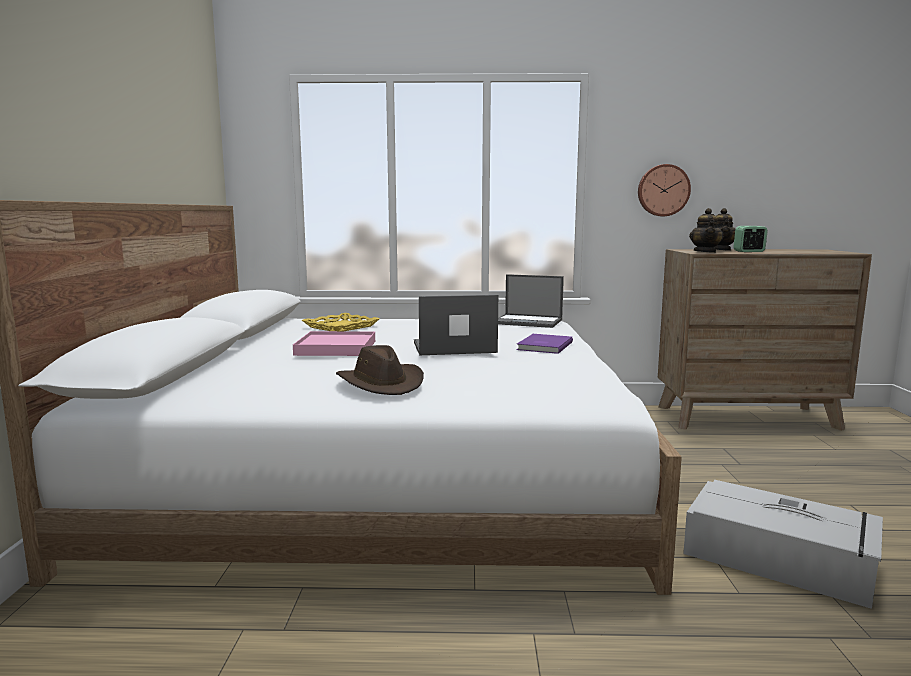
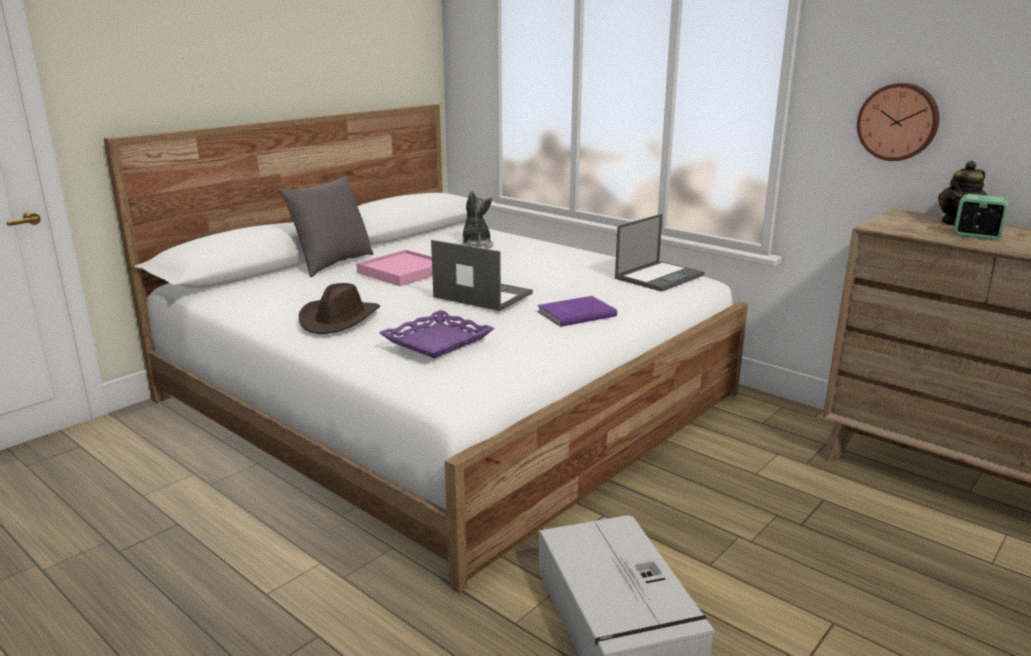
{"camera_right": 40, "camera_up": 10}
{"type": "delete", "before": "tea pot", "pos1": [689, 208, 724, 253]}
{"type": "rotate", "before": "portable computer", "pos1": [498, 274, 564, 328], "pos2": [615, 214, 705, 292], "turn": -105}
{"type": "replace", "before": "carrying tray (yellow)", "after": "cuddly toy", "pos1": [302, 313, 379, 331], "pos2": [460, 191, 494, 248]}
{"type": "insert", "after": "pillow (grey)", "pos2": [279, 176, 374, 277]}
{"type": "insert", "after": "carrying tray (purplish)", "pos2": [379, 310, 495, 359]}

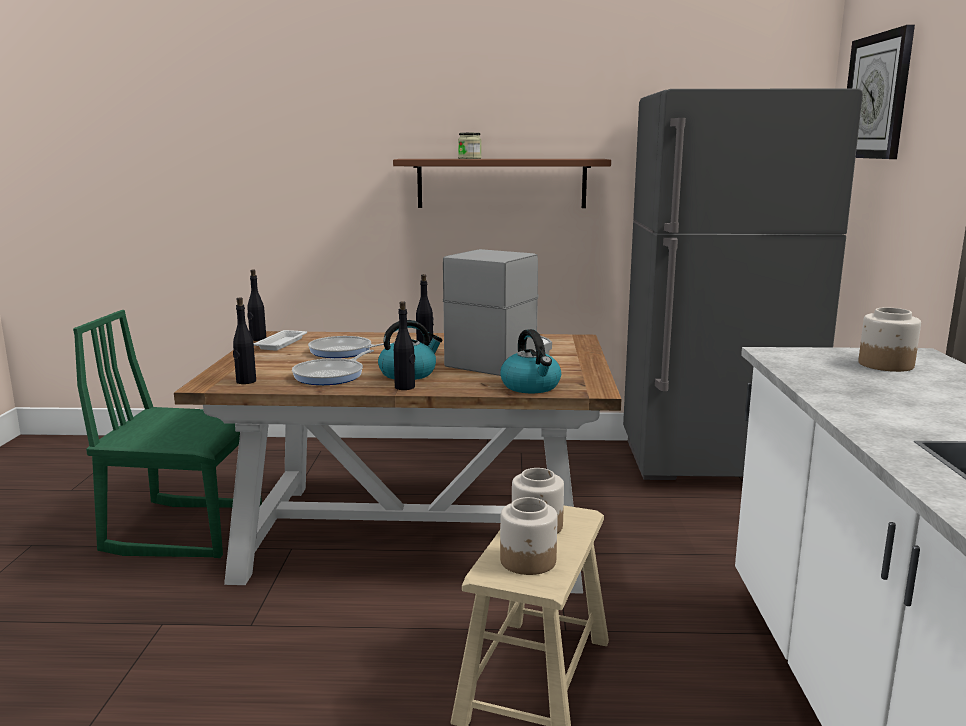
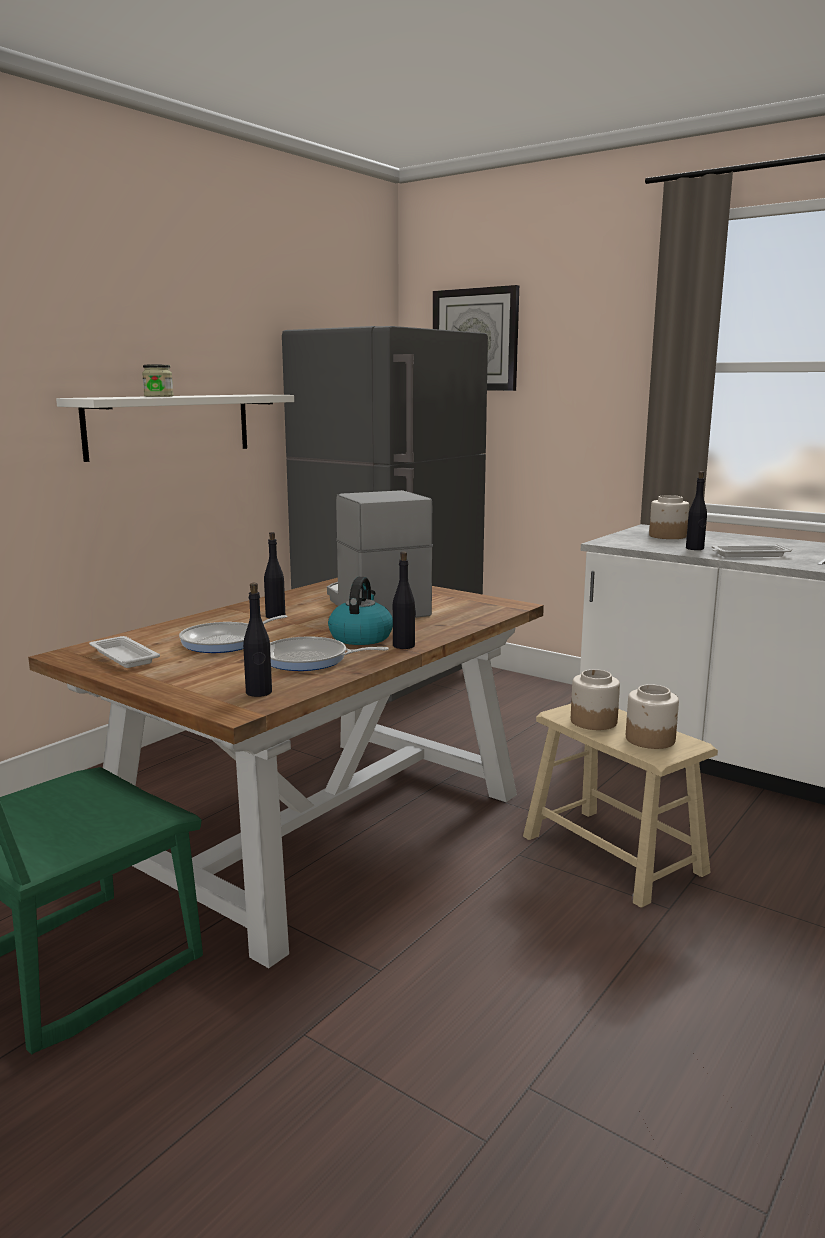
{"camera_right": -55, "camera_up": 0}
{"type": "recolor", "before": "bracket shelf (brownish)", "after": "bracket shelf (whitish)", "pos1": [393, 159, 611, 208], "pos2": [56, 394, 294, 462]}
{"type": "move", "before": "beverage bottle (black)", "pos1": [247, 269, 266, 341], "pos2": [686, 471, 707, 550]}
{"type": "delete", "before": "tea kettle", "pos1": [500, 329, 561, 393]}
{"type": "rotate", "before": "pan", "pos1": [292, 350, 374, 385], "pos2": [270, 637, 389, 671], "turn": 120}
{"type": "insert", "after": "carrying tray (whitish)", "pos2": [712, 544, 792, 557]}

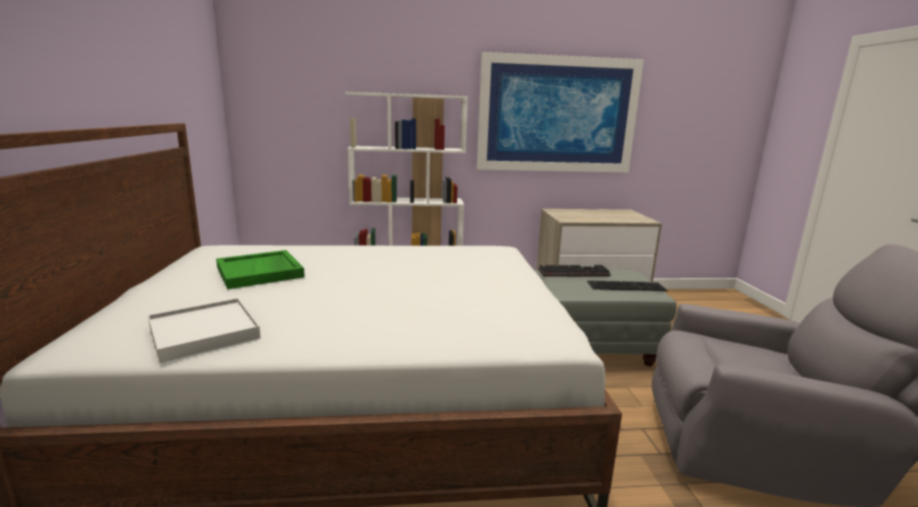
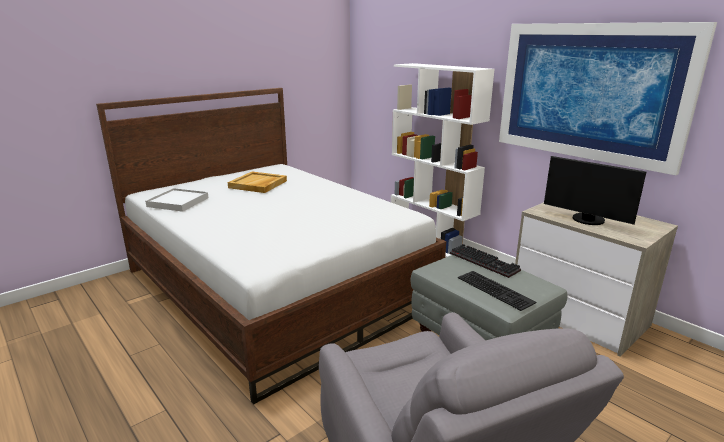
{"camera_right": 55, "camera_up": 5}
{"type": "recolor", "before": "carrying tray (green)", "after": "carrying tray (beige-coloured)", "pos1": [216, 250, 305, 289], "pos2": [228, 172, 287, 193]}
{"type": "insert", "after": "computer display", "pos2": [544, 156, 646, 225]}

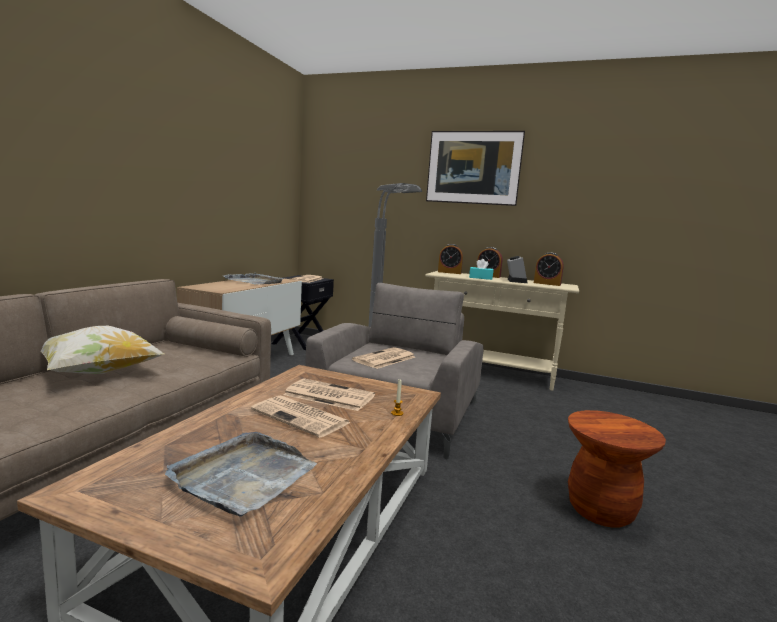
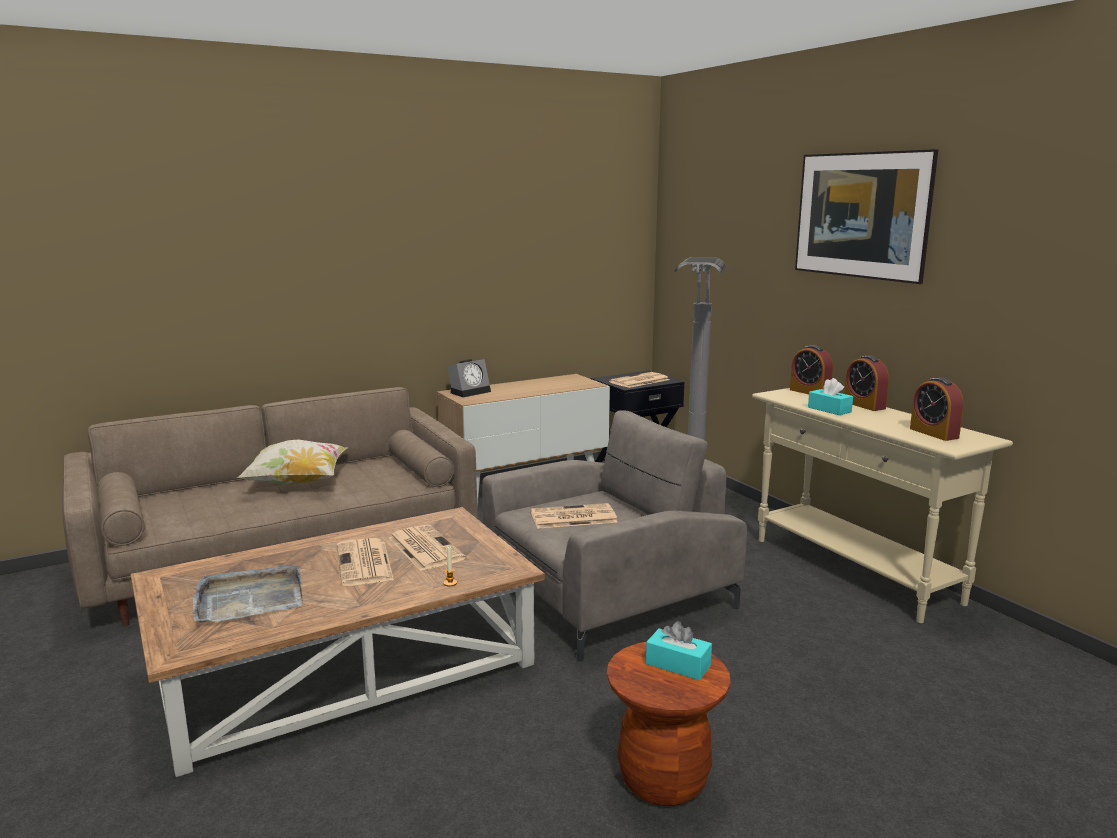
{"camera_right": 40, "camera_up": 5}
{"type": "move", "before": "table clock", "pos1": [507, 256, 527, 283], "pos2": [447, 359, 491, 397]}
{"type": "delete", "before": "carrying tray (grey)", "pos1": [223, 272, 283, 284]}
{"type": "insert", "after": "box of tissues (turquoise-coloured)", "pos2": [646, 621, 712, 680]}

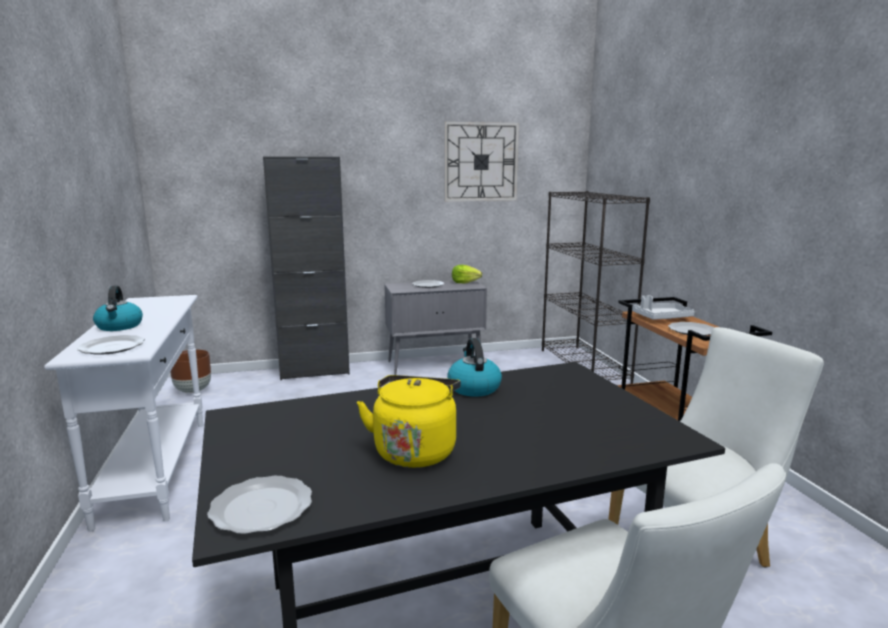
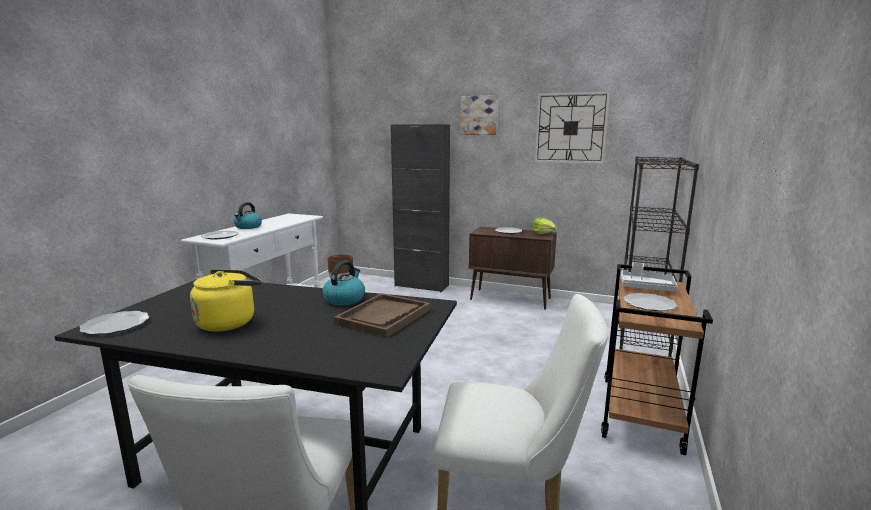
{"camera_right": 35, "camera_up": 0}
{"type": "recolor", "before": "storage cabinet (grey)", "after": "storage cabinet (brownish)", "pos1": [384, 281, 487, 375], "pos2": [469, 227, 557, 310]}
{"type": "insert", "after": "wall art", "pos2": [460, 95, 498, 135]}
{"type": "insert", "after": "carrying tray (brownish)", "pos2": [334, 293, 430, 338]}

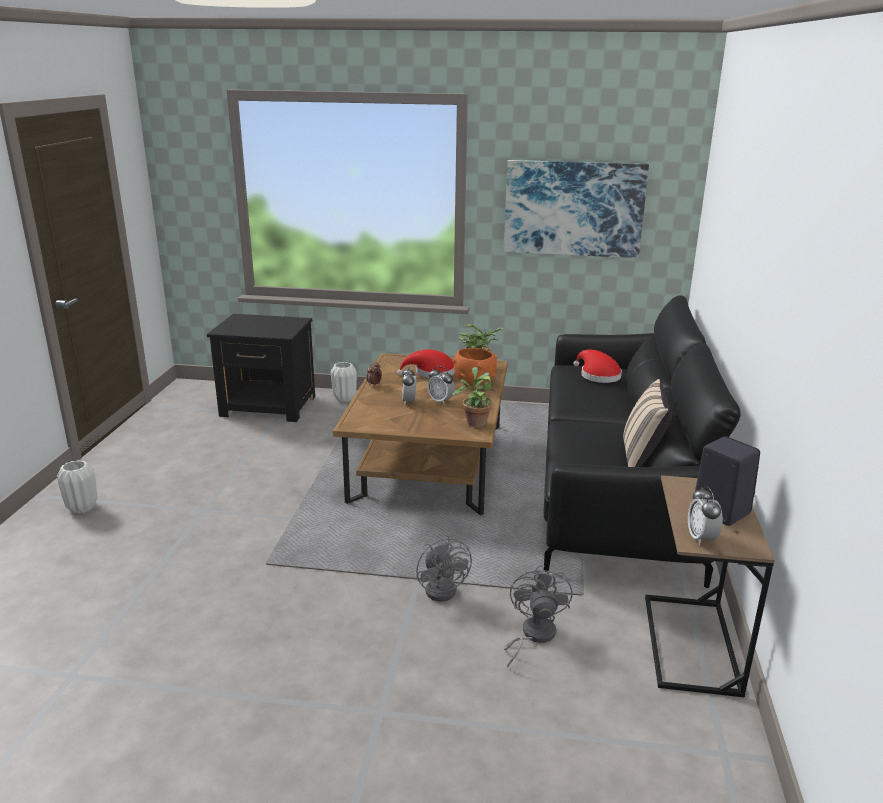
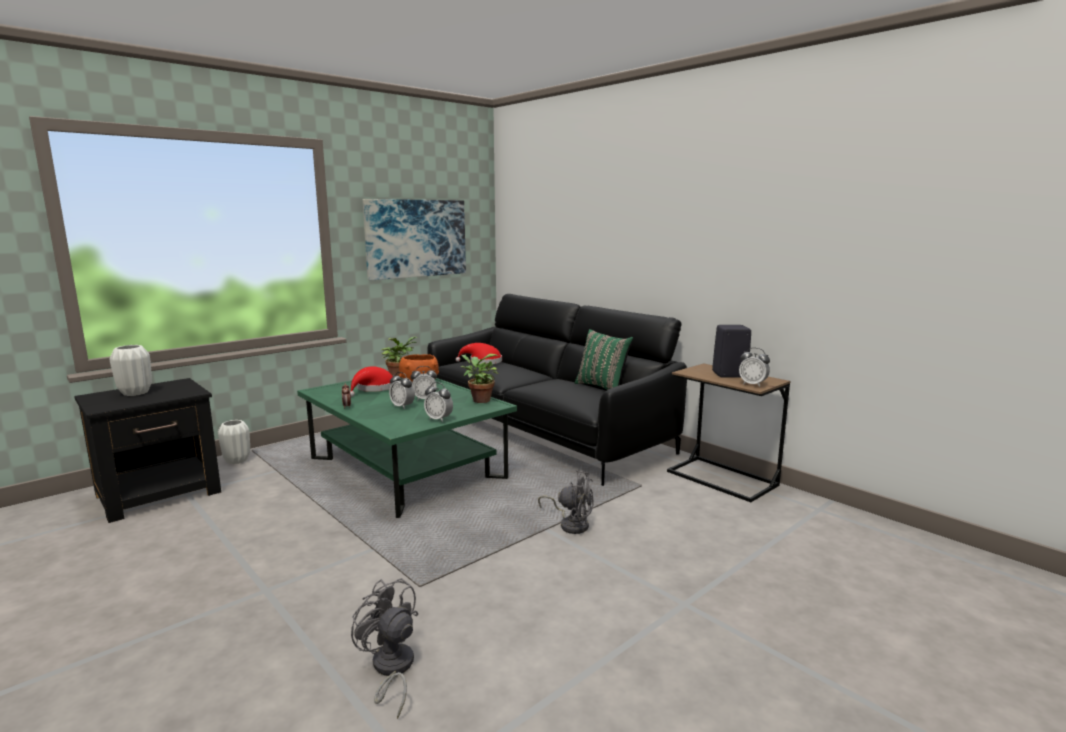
{"camera_right": -50, "camera_up": -10}
{"type": "recolor", "before": "coffee table (brownish)", "after": "coffee table (green)", "pos1": [333, 353, 508, 515], "pos2": [297, 378, 517, 518]}
{"type": "recolor", "before": "pillow (beige-coloured)", "after": "pillow (green)", "pos1": [623, 379, 672, 467], "pos2": [575, 329, 633, 390]}
{"type": "move", "before": "vase (whitish)", "pos1": [57, 460, 97, 514], "pos2": [109, 345, 152, 396]}
{"type": "move", "before": "cooling fan (grey)", "pos1": [504, 565, 573, 667], "pos2": [351, 578, 418, 719]}
{"type": "insert", "after": "table clock", "pos2": [424, 382, 453, 422]}

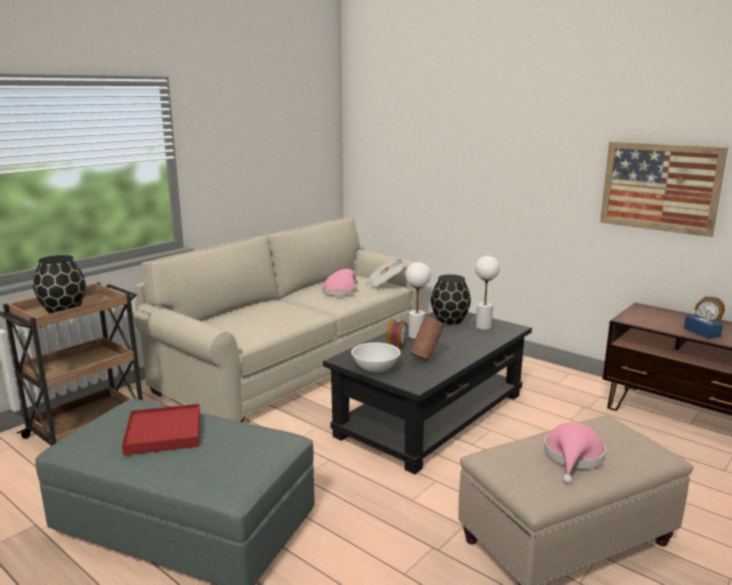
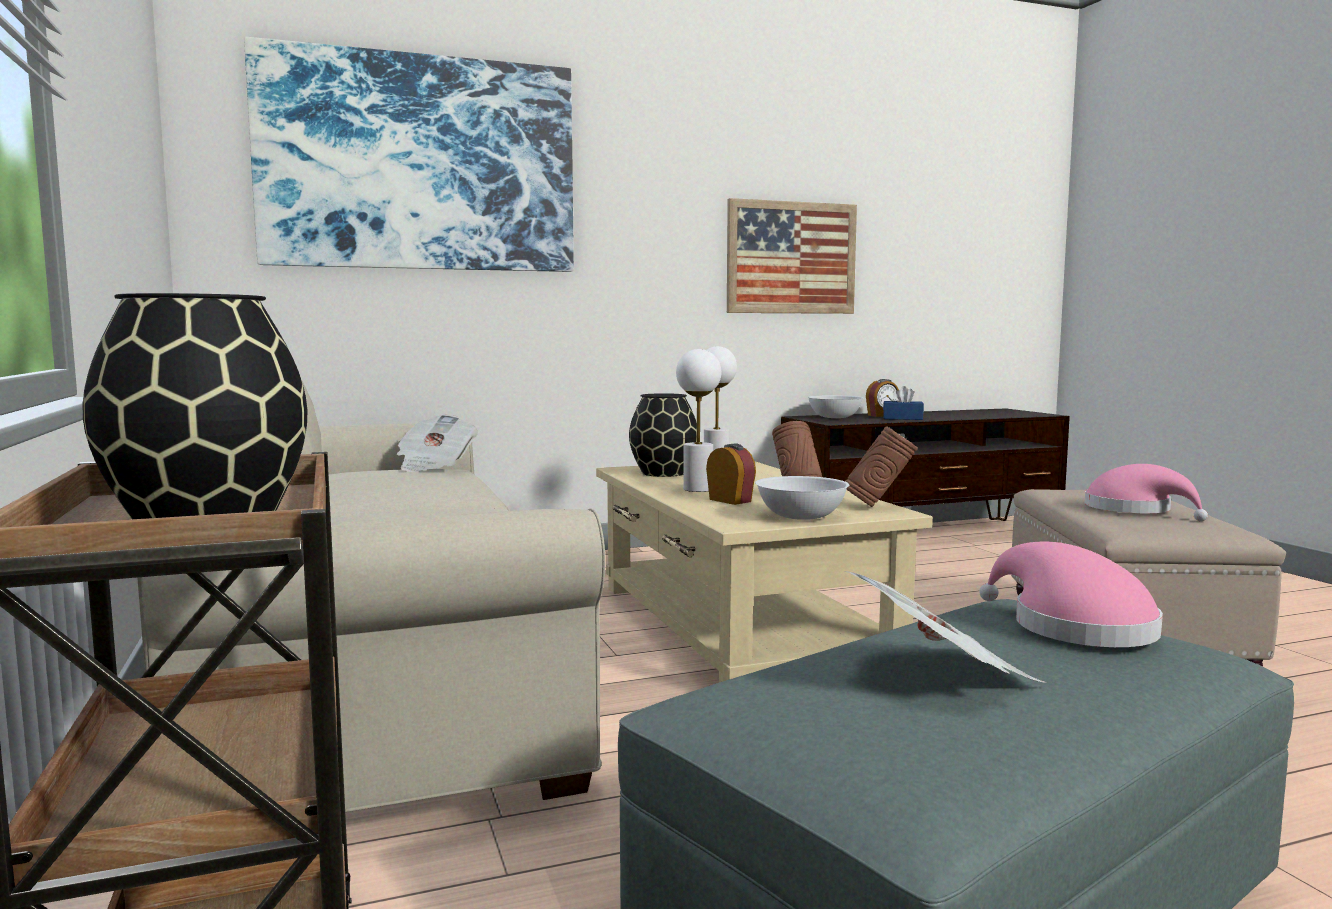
{"camera_right": -60, "camera_up": -10}
{"type": "move", "before": "hat (pinkish)", "pos1": [322, 269, 357, 296], "pos2": [979, 541, 1163, 647]}
{"type": "recolor", "before": "coffee table (black)", "after": "coffee table (beige-coloured)", "pos1": [323, 312, 532, 474], "pos2": [596, 461, 933, 682]}
{"type": "replace", "before": "carrying tray (reddish)", "after": "printed paper", "pos1": [122, 404, 200, 455], "pos2": [845, 571, 1046, 683]}
{"type": "insert", "after": "wall art", "pos2": [244, 37, 574, 272]}
{"type": "insert", "after": "deep dish (whitish)", "pos2": [808, 395, 864, 418]}
{"type": "insert", "after": "vase (brownish)", "pos2": [845, 427, 918, 507]}

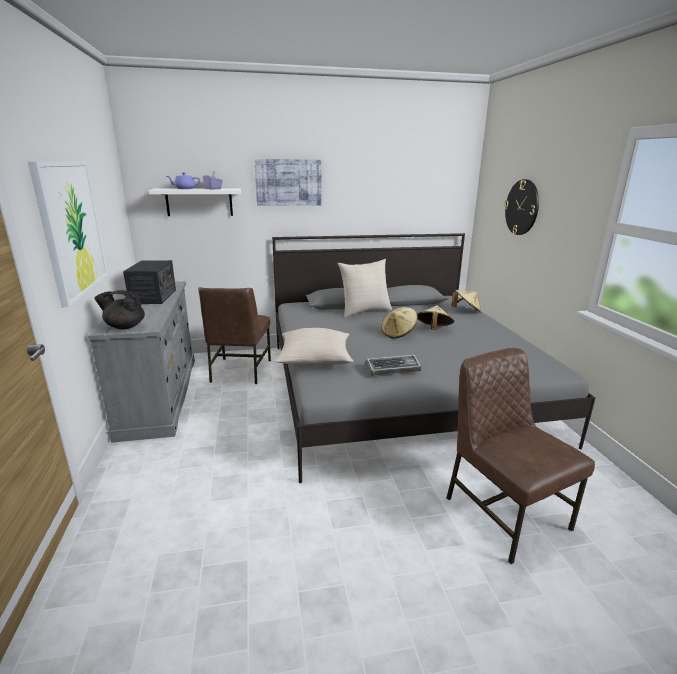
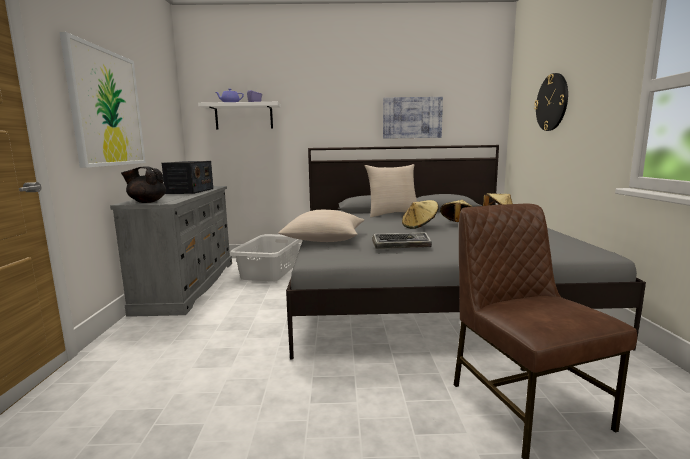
{"camera_right": 10, "camera_up": -10}
{"type": "move", "before": "wall art", "pos1": [254, 159, 321, 206], "pos2": [383, 97, 443, 139]}
{"type": "replace", "before": "upright chair (brownish)", "after": "hamper (grey)", "pos1": [198, 287, 271, 384], "pos2": [230, 234, 301, 282]}

